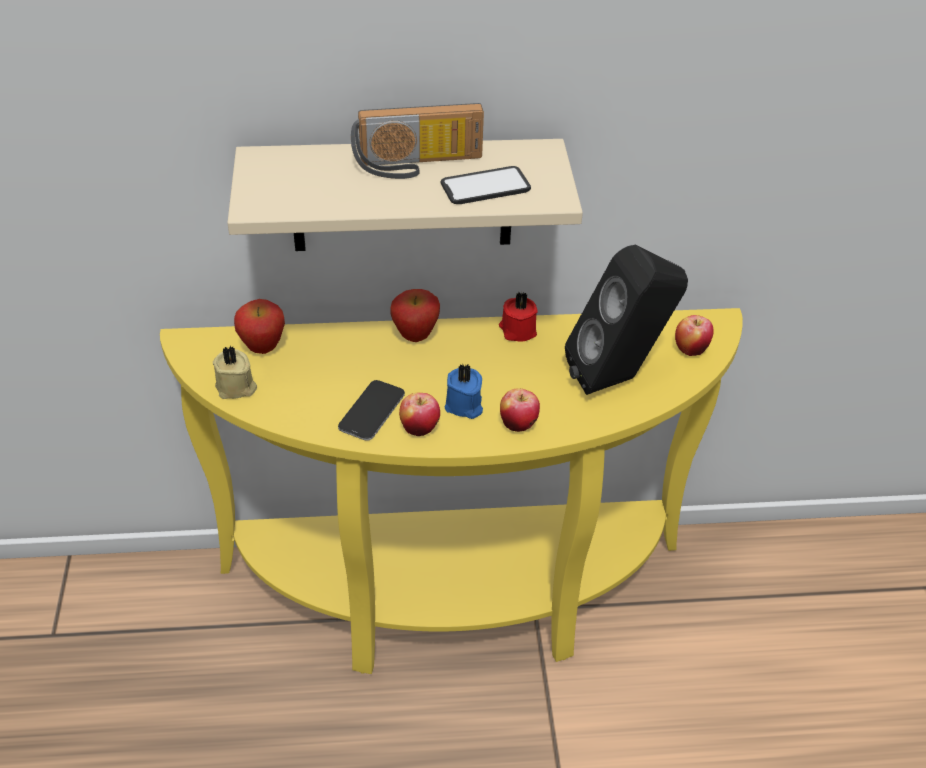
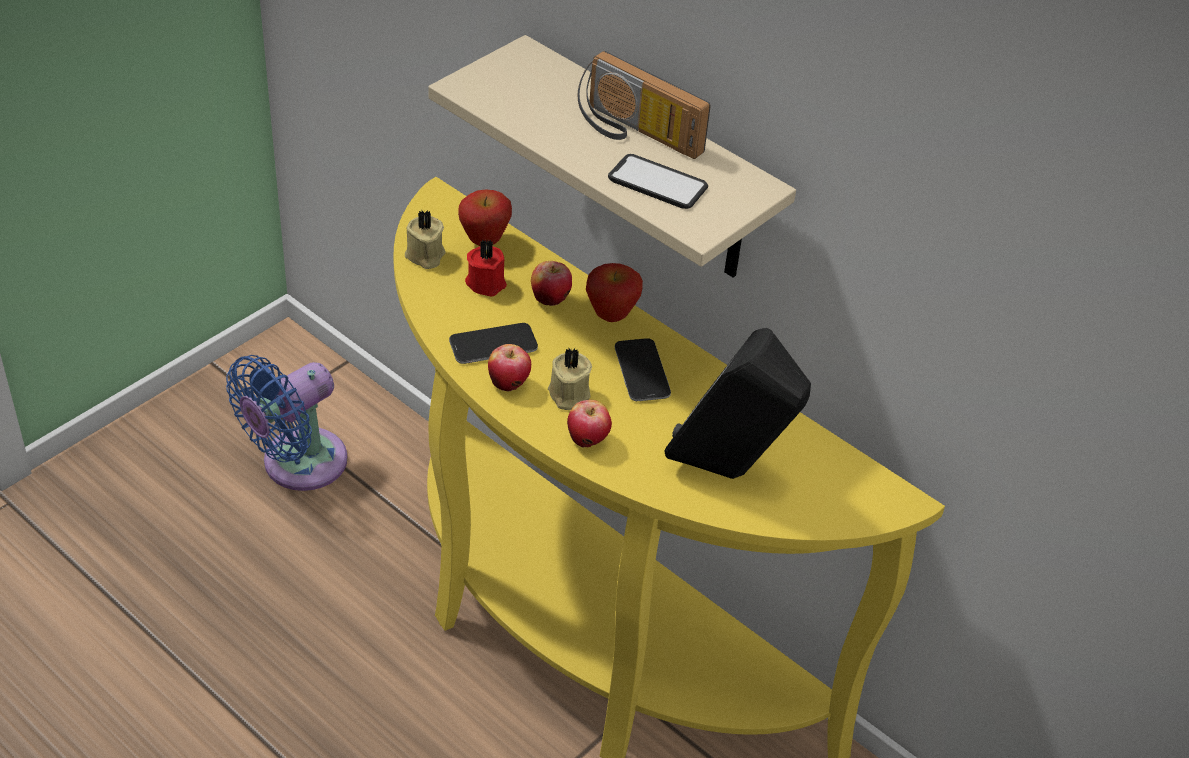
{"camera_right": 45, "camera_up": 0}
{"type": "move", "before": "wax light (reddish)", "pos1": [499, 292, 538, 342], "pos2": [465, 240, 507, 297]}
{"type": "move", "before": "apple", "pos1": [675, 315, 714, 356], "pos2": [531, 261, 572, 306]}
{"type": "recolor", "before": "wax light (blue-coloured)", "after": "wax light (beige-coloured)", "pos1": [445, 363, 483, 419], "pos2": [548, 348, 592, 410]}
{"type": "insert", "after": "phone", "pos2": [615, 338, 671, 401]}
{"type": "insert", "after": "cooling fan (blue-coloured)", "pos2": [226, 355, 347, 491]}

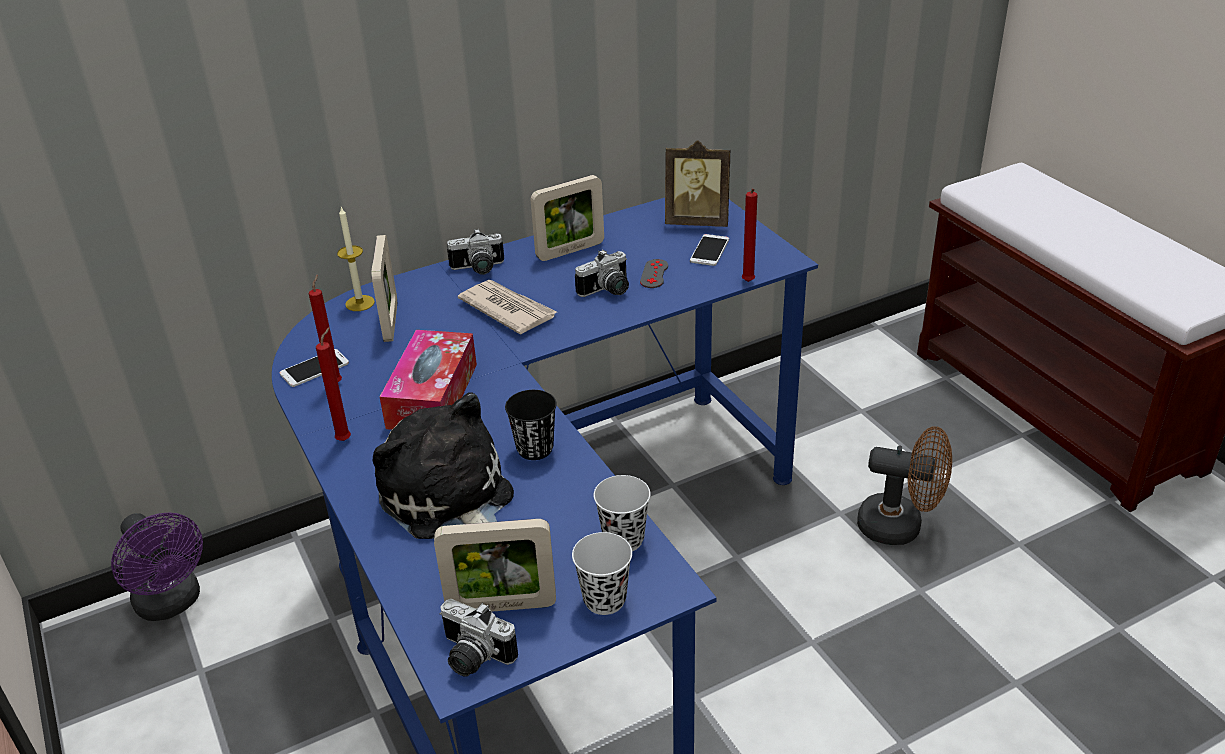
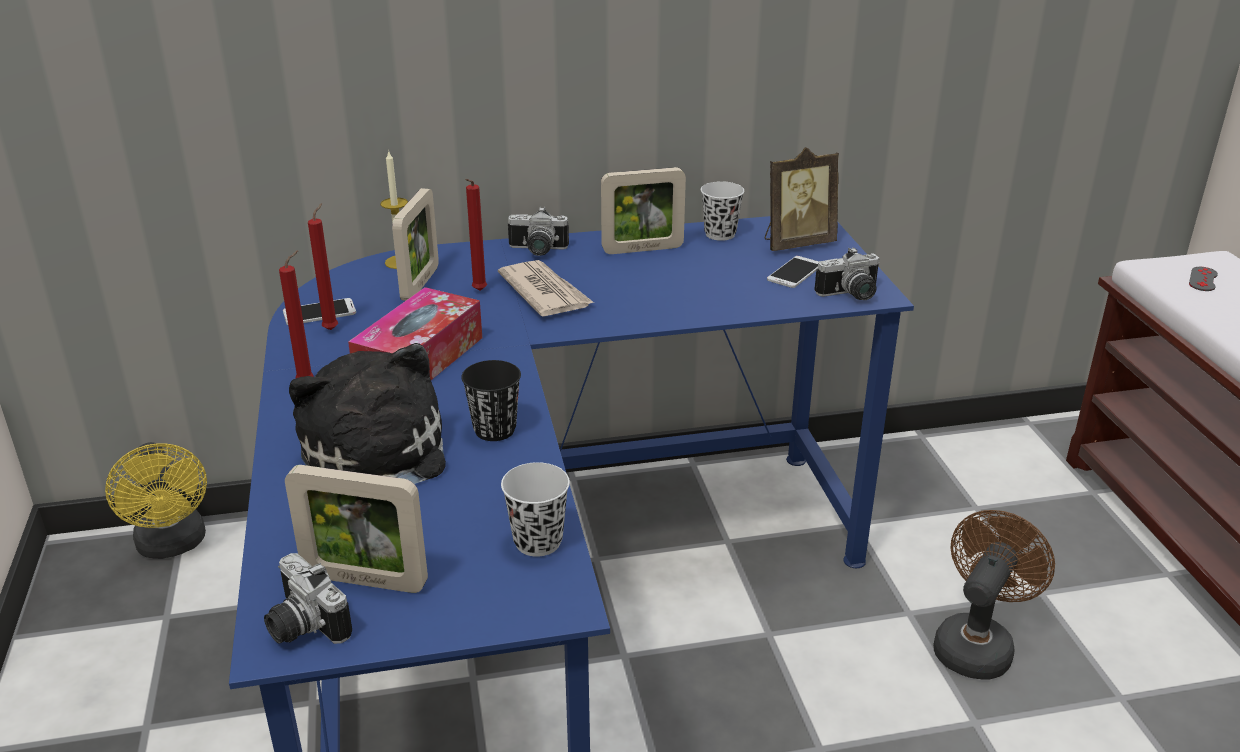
{"camera_right": 15, "camera_up": -5}
{"type": "rotate", "before": "standing frame", "pos1": [665, 140, 730, 227], "pos2": [765, 147, 839, 251], "turn": -45}
{"type": "move", "before": "wax light (reddish)", "pos1": [742, 189, 757, 282], "pos2": [465, 179, 487, 291]}
{"type": "move", "before": "still camera", "pos1": [575, 249, 629, 297], "pos2": [814, 247, 880, 300]}
{"type": "move", "before": "gamepad (grey)", "pos1": [640, 259, 668, 288], "pos2": [1189, 267, 1218, 291]}
{"type": "rotate", "before": "cooling fan (brownish)", "pos1": [857, 426, 952, 545], "pos2": [933, 510, 1055, 680], "turn": -90}
{"type": "recolor", "before": "cooling fan (purplish)", "after": "cooling fan (yellow)", "pos1": [111, 512, 203, 621], "pos2": [105, 442, 207, 559]}
{"type": "move", "before": "drinking cup (whitish)", "pos1": [572, 532, 632, 615], "pos2": [701, 181, 744, 241]}

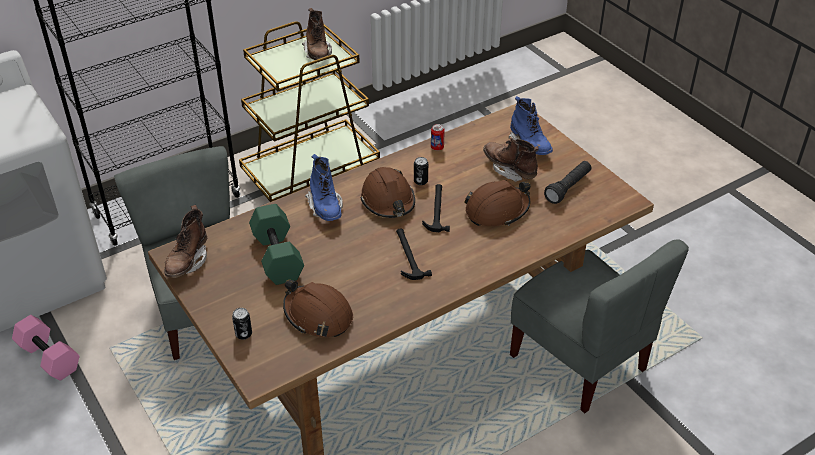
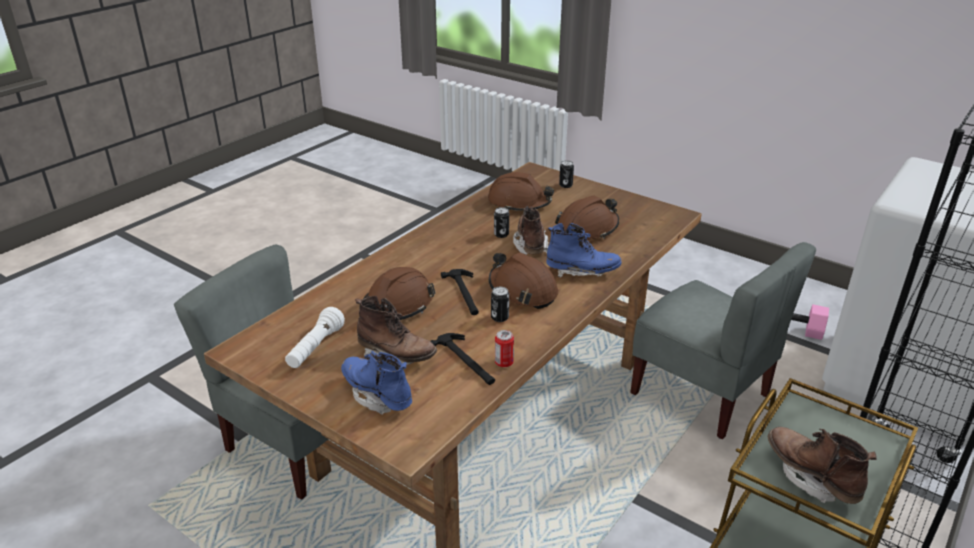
{"camera_right": 160, "camera_up": -10}
{"type": "rotate", "before": "boot (blue-coloured)", "pos1": [305, 154, 343, 221], "pos2": [546, 223, 622, 278], "turn": 135}
{"type": "recolor", "before": "torch (black)", "after": "torch (whitish)", "pos1": [544, 161, 591, 204], "pos2": [285, 307, 345, 368]}
{"type": "replace", "before": "dumbbell (green)", "after": "hard hat (brownish)", "pos1": [249, 204, 304, 285], "pos2": [555, 196, 619, 240]}
{"type": "move", "before": "boot (brownish)", "pos1": [164, 205, 207, 278], "pos2": [513, 206, 549, 255]}
{"type": "move", "before": "hand hammer", "pos1": [396, 228, 432, 280], "pos2": [430, 333, 495, 385]}
{"type": "insert", "after": "can", "pos2": [494, 207, 509, 238]}

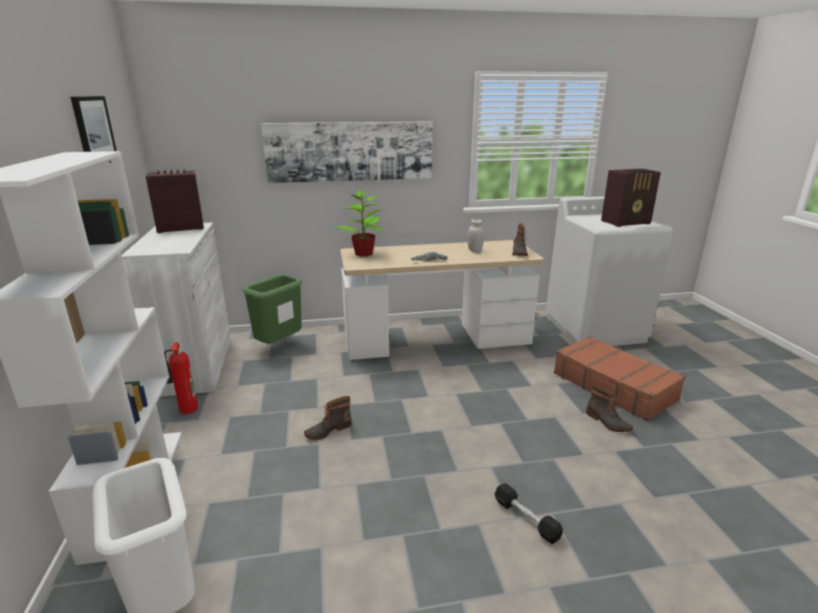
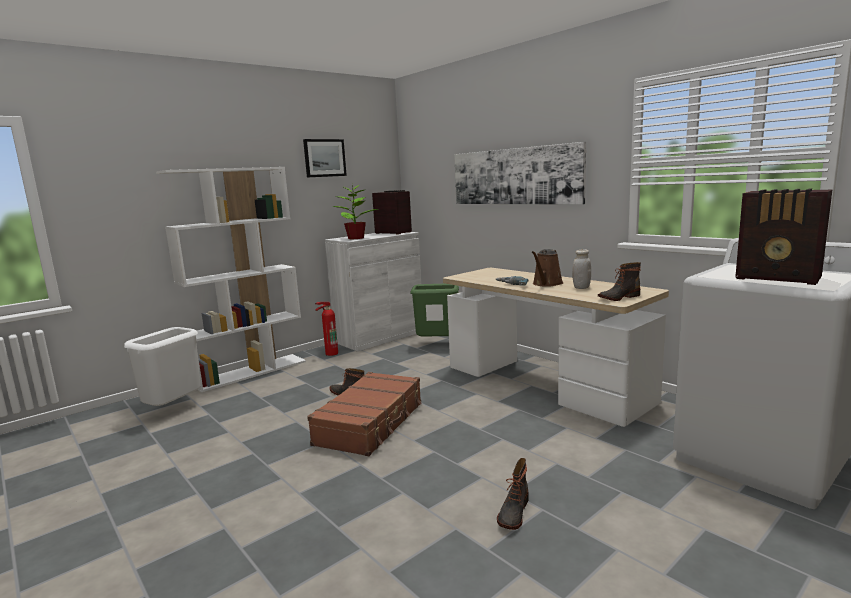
{"camera_right": 60, "camera_up": -10}
{"type": "move", "before": "plant in a pot", "pos1": [334, 190, 382, 256], "pos2": [332, 182, 378, 239]}
{"type": "move", "before": "travel case (brownish)", "pos1": [554, 336, 686, 421], "pos2": [307, 372, 422, 456]}
{"type": "delete", "before": "dumbbell (black)", "pos1": [495, 483, 563, 544]}
{"type": "insert", "after": "sprinkling can (brownish)", "pos2": [532, 249, 563, 287]}

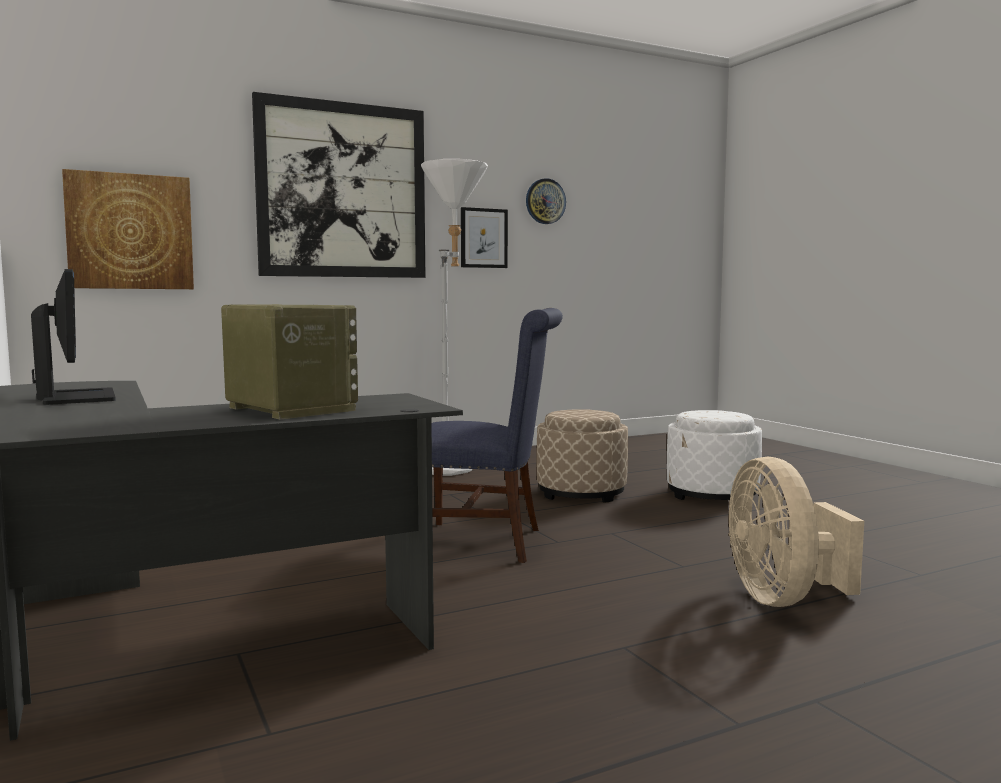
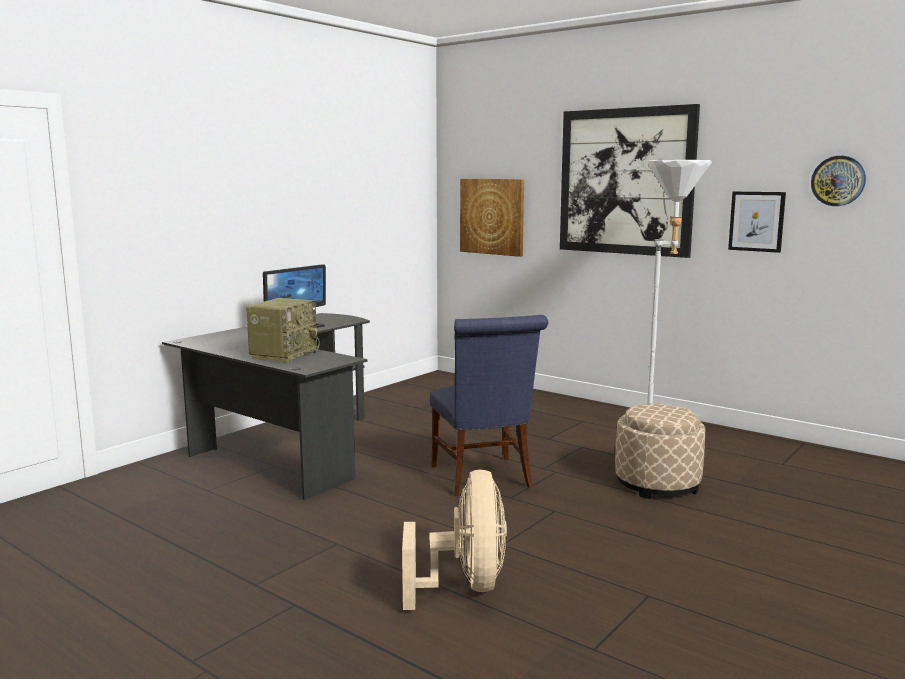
{"camera_right": 65, "camera_up": 5}
{"type": "delete", "before": "pouffe (whitish)", "pos1": [667, 410, 762, 500]}
{"type": "rotate", "before": "cooling fan (beige-coloured)", "pos1": [729, 457, 864, 607], "pos2": [402, 470, 507, 610], "turn": 120}

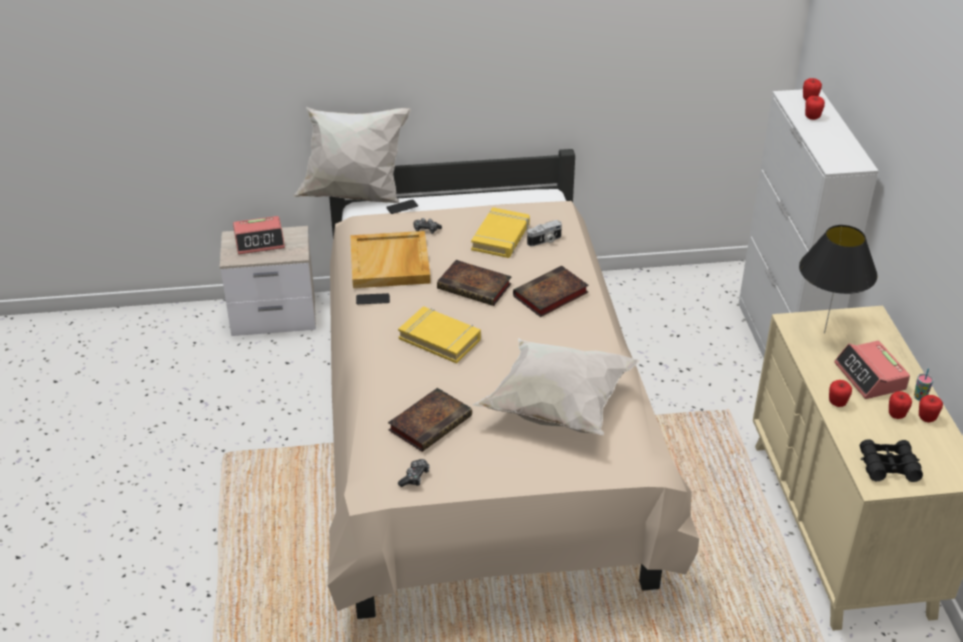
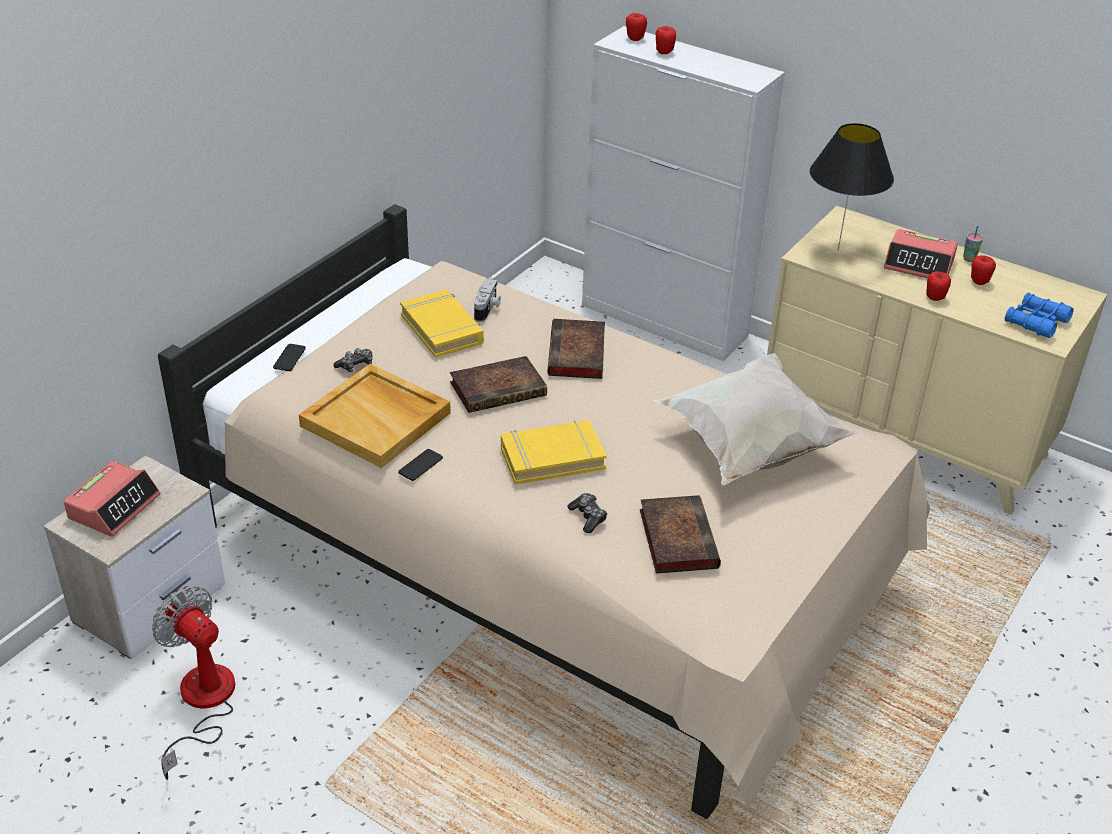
{"camera_right": -50, "camera_up": 0}
{"type": "delete", "before": "pillow (whitish)", "pos1": [293, 107, 411, 203]}
{"type": "delete", "before": "apple", "pos1": [919, 395, 943, 422]}
{"type": "recolor", "before": "field glasses (black)", "after": "field glasses (blue-coloured)", "pos1": [860, 439, 923, 482], "pos2": [1005, 292, 1074, 338]}
{"type": "move", "before": "gamepad", "pos1": [398, 459, 430, 487], "pos2": [567, 493, 607, 533]}
{"type": "insert", "after": "cooling fan", "pos2": [152, 586, 235, 780]}

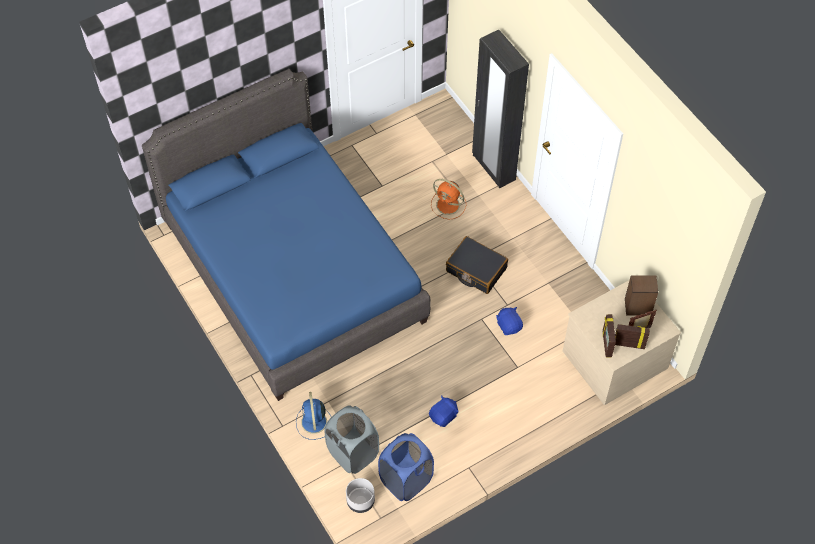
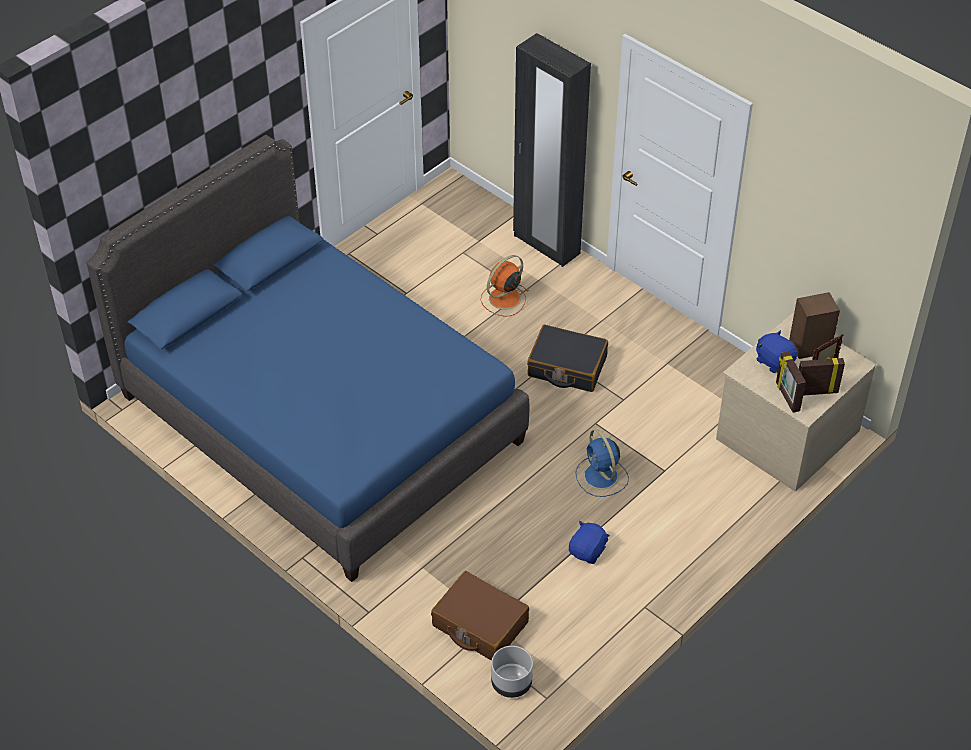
{"camera_right": -15, "camera_up": -10}
{"type": "rotate", "before": "cooling fan (orangey)", "pos1": [431, 179, 466, 219], "pos2": [480, 255, 529, 317], "turn": 120}
{"type": "move", "before": "cuddly toy (blue-coloured)", "pos1": [496, 307, 523, 335], "pos2": [756, 330, 798, 373]}
{"type": "move", "before": "cooling fan (blue-coloured)", "pos1": [296, 392, 331, 440], "pos2": [576, 429, 629, 497]}
{"type": "replace", "before": "hamper (grey)", "after": "travel case (brownish)", "pos1": [324, 405, 379, 474], "pos2": [431, 571, 529, 661]}
{"type": "delete", "before": "hamper (blue-coloured)", "pos1": [378, 433, 434, 501]}

